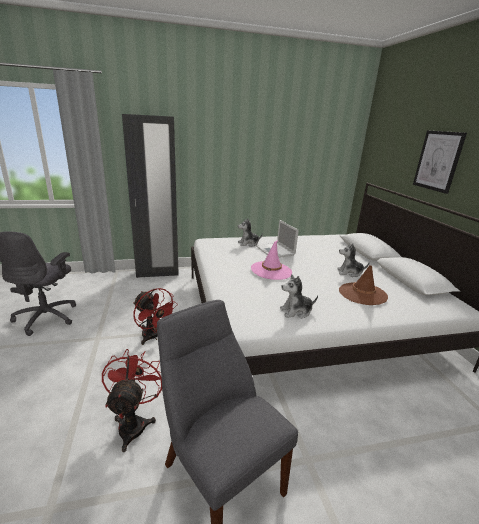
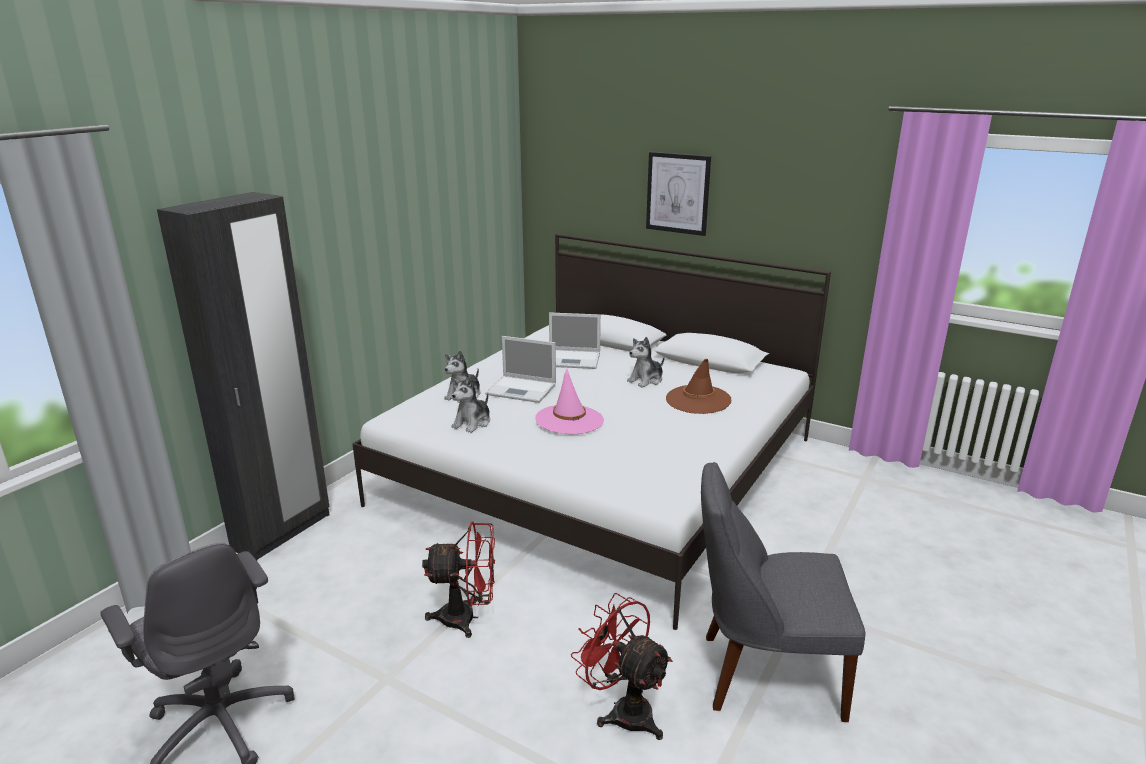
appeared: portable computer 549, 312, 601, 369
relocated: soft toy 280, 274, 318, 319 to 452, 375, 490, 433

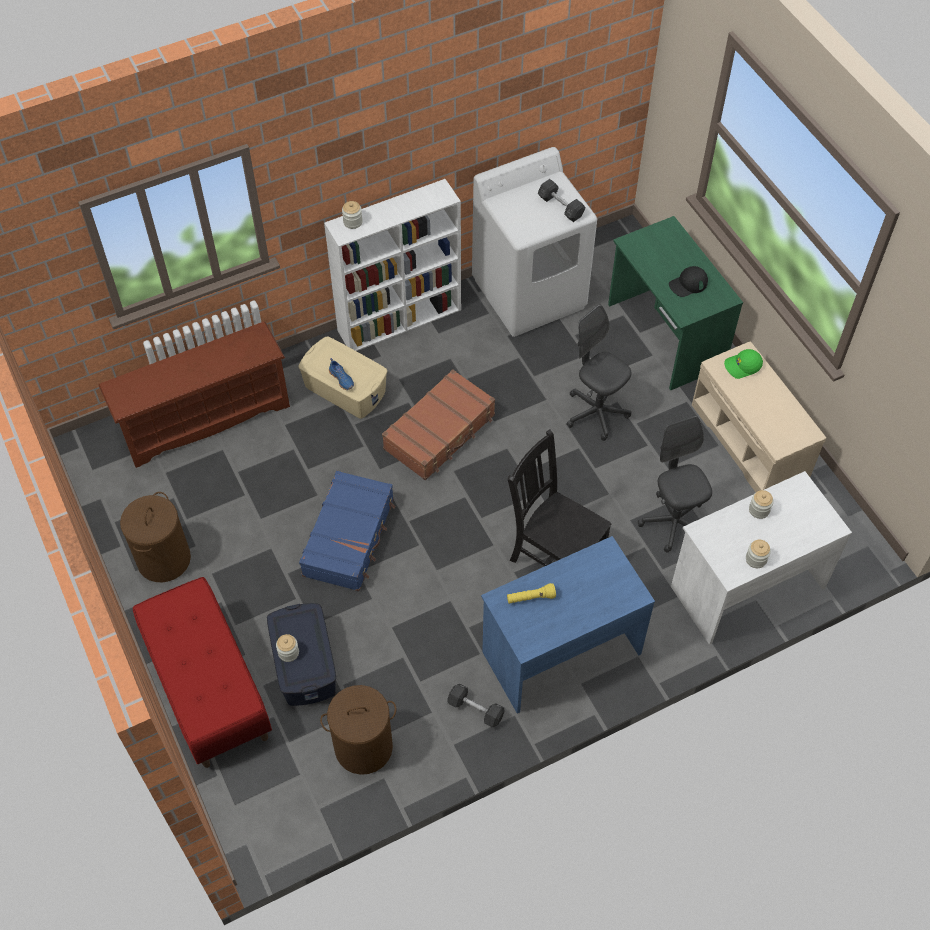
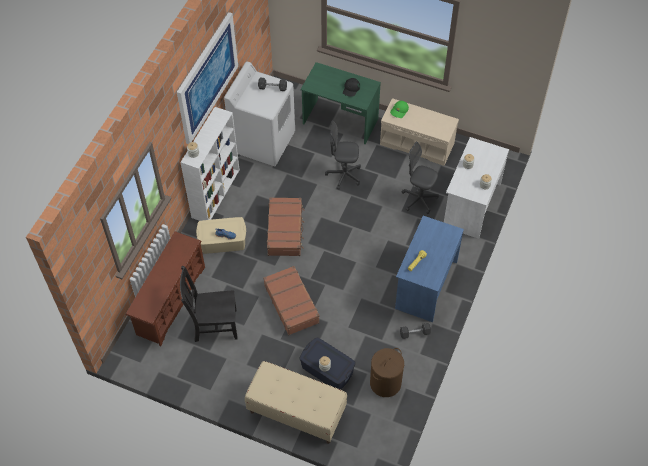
missing: hamper/brown 120, 492, 191, 582
appeared: picture 177, 12, 238, 144
relocated: plain chair/black 508, 429, 612, 566 to 180, 266, 238, 342
colour: piece of luggage/blue 299, 471, 395, 591 to piece of luggage/brown 263, 266, 320, 336; indoor bench/reddish 133, 577, 272, 768 to indoor bench/beige 245, 361, 347, 444

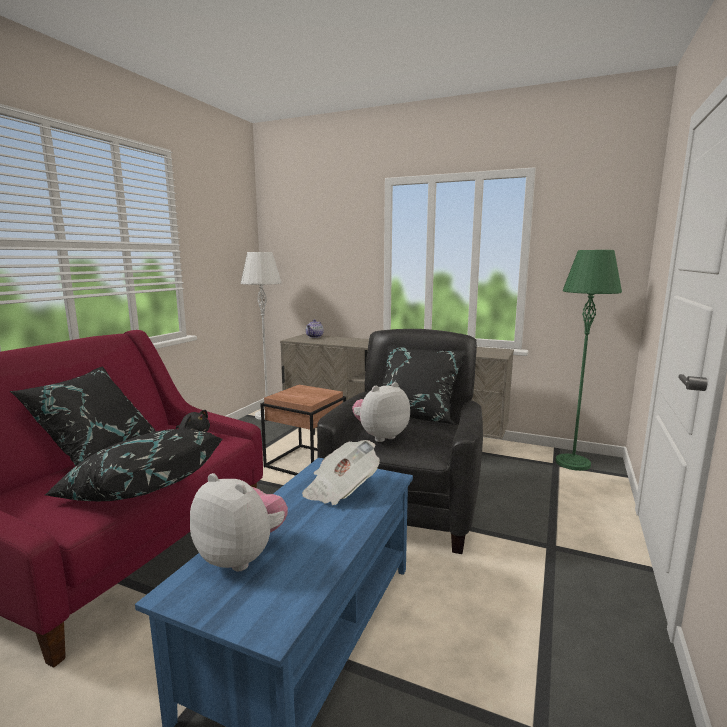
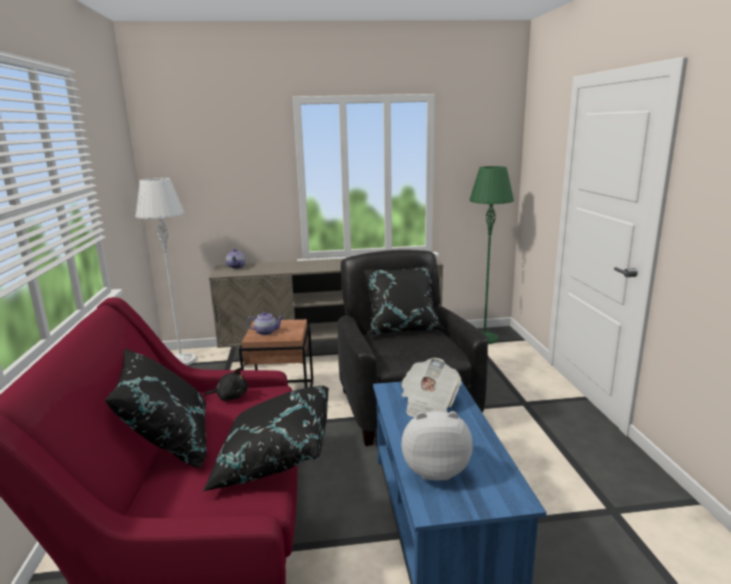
missing: soft toy 352, 382, 410, 442
appeared: teapot 246, 312, 284, 335

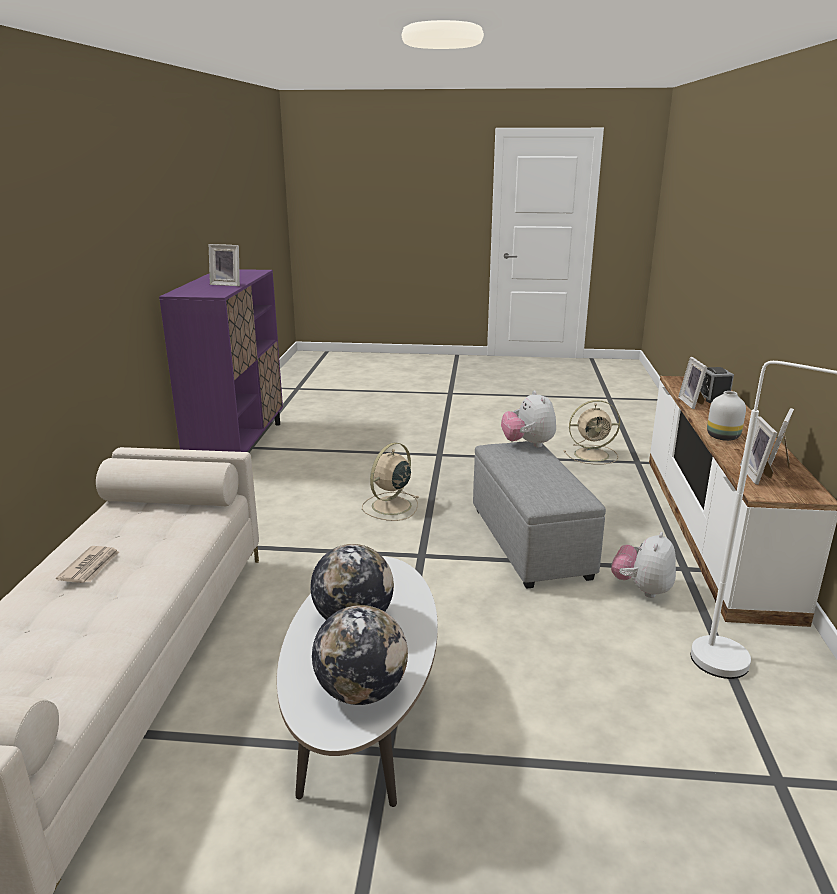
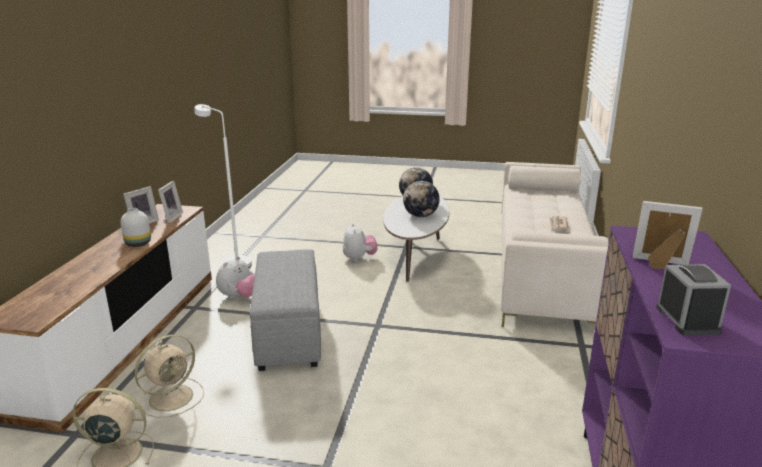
missing: picture frame 678, 357, 707, 409
relocated: alarm clock 700, 367, 734, 403 to 656, 264, 731, 336; soft toy 501, 390, 556, 447 to 343, 224, 378, 262; fan/beige 362, 442, 420, 521 to 135, 334, 204, 418

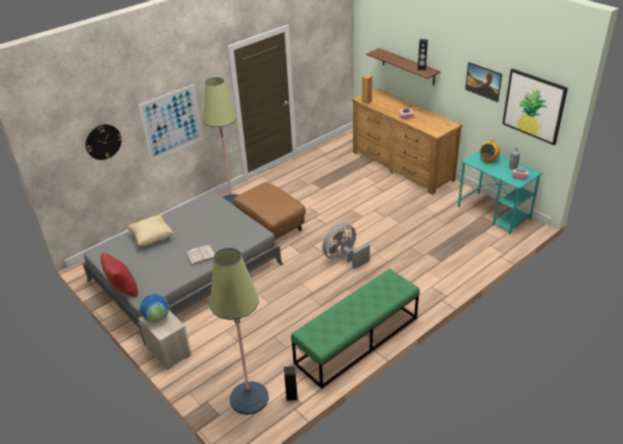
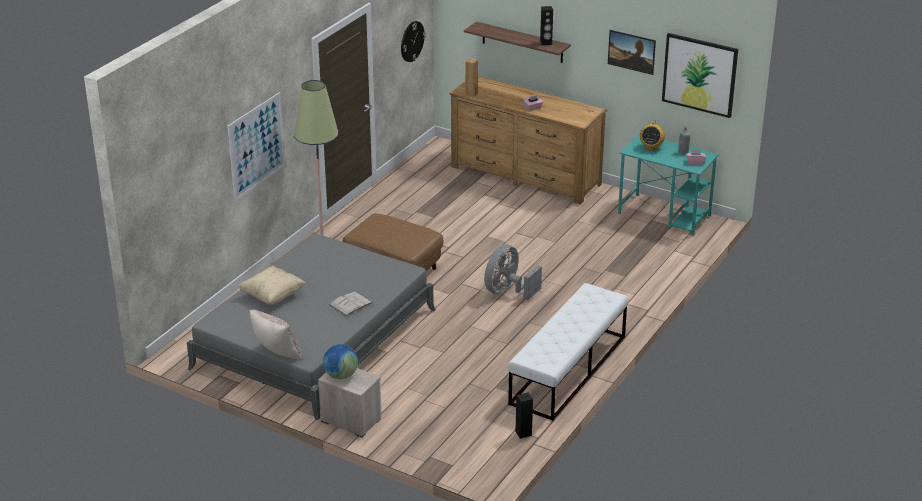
missing: standard lamp 210, 248, 269, 415
relocated: hanging clock 86, 124, 122, 160 to 401, 21, 426, 62
colour: cushion/reddish 101, 253, 138, 297 to cushion/beige 250, 309, 302, 359; indoor bench/greenish 291, 269, 420, 389 to indoor bench/white 508, 283, 628, 421

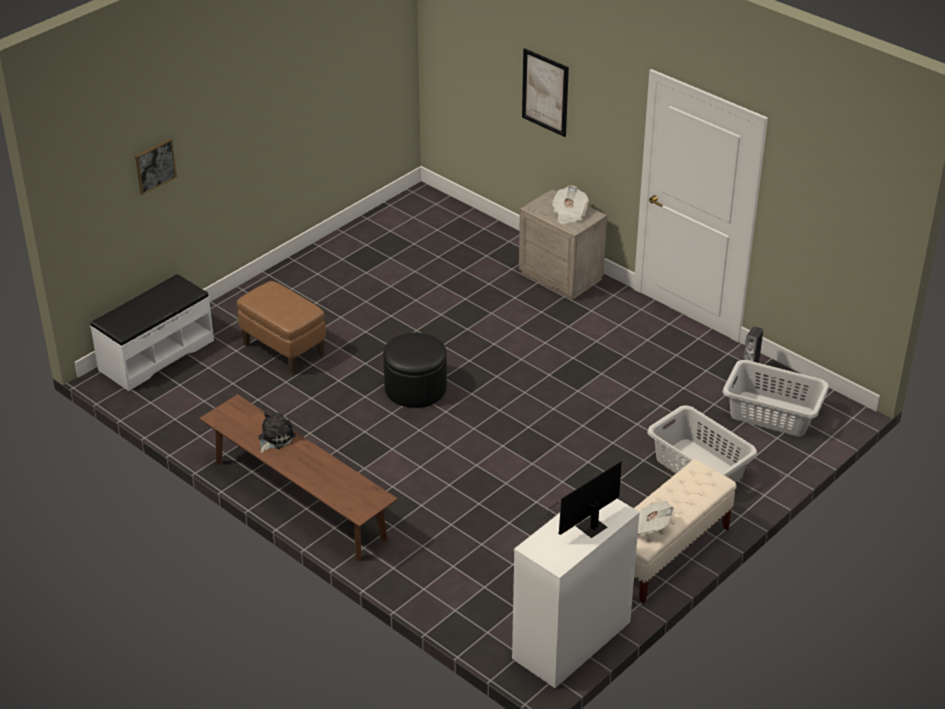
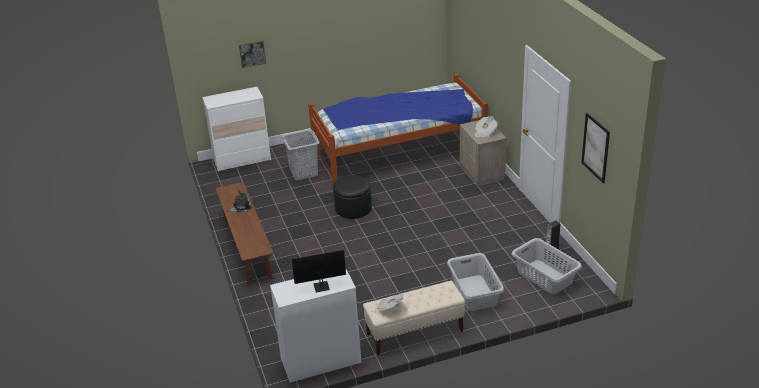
appeared: bedroom bed 308, 74, 488, 184
relocated: picture 522, 48, 569, 137 to 581, 113, 610, 184
exchanged: indoor bench/white 90, 274, 214, 391 to dresser/white 202, 87, 271, 172; footrest/brown 237, 281, 326, 375 to hamper/greyish 281, 129, 320, 181

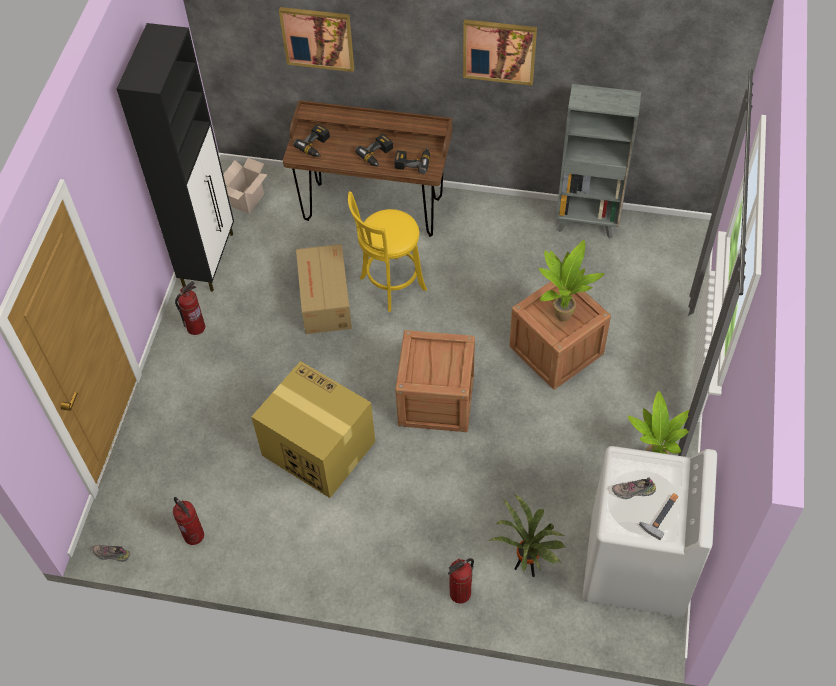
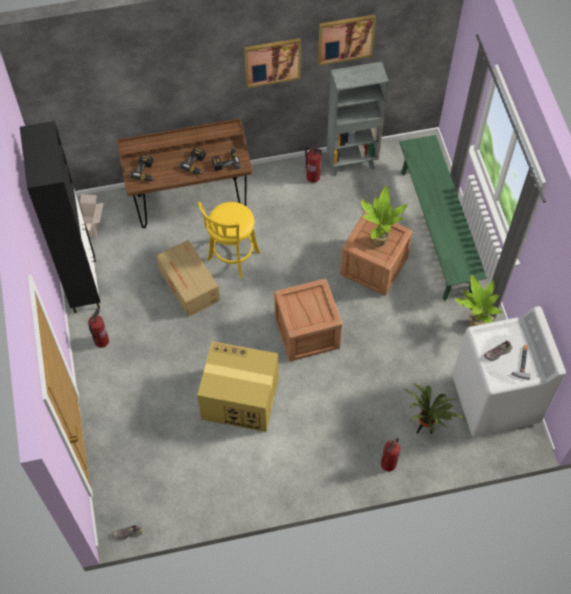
appeared: indoor bench/greenish 399, 135, 487, 301
relocated: picture 279, 7, 354, 72 to 318, 14, 376, 65; fire extinguisher 173, 497, 204, 545 to 305, 146, 323, 183

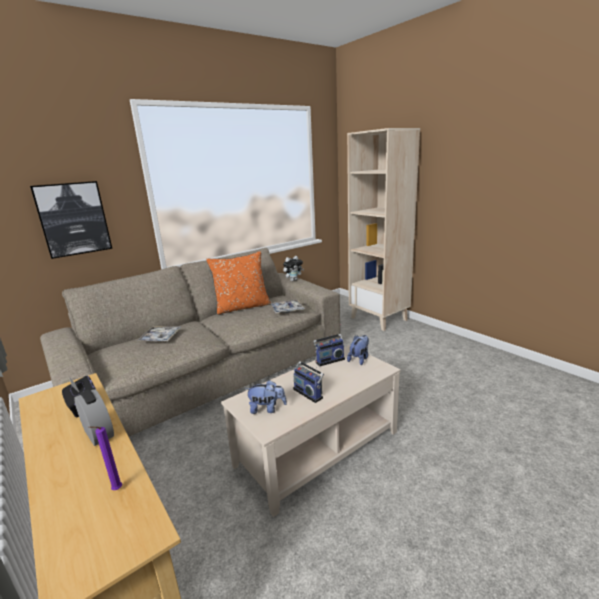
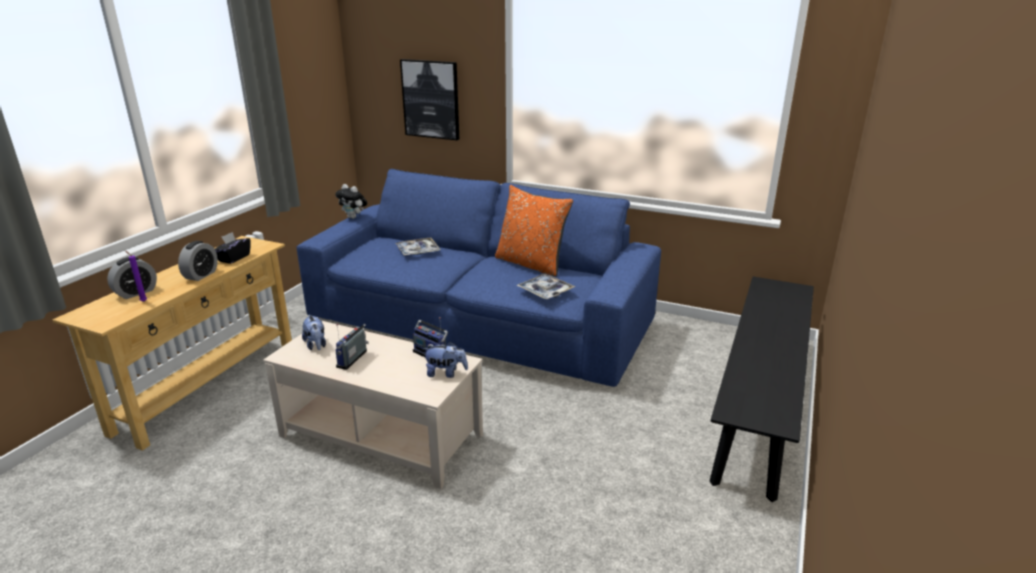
appeared: alarm clock 107, 257, 157, 299
relocated: soft toy 283, 256, 304, 281 to 335, 184, 367, 219
exchanged: bookshelf/beige 347, 128, 420, 331 to indoor bench/black 710, 277, 814, 502
colour: sofa/beige 40, 248, 340, 437 to sofa/blue 297, 169, 661, 387

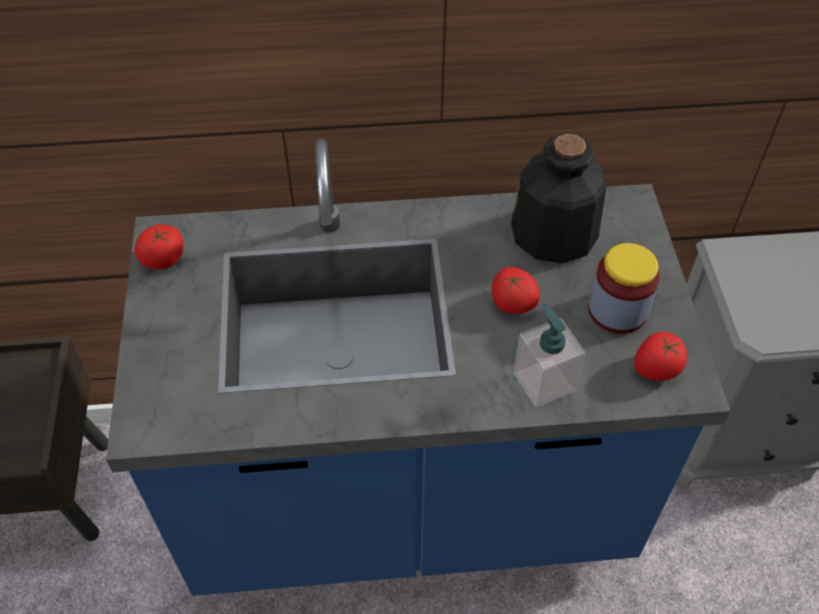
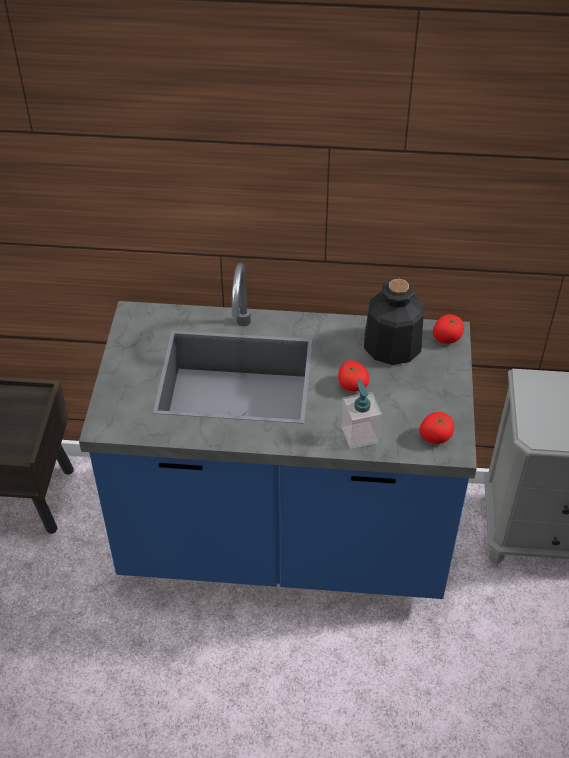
missing: jar 588, 243, 660, 334
relocated: tomato 135, 224, 183, 270 to 433, 314, 464, 344

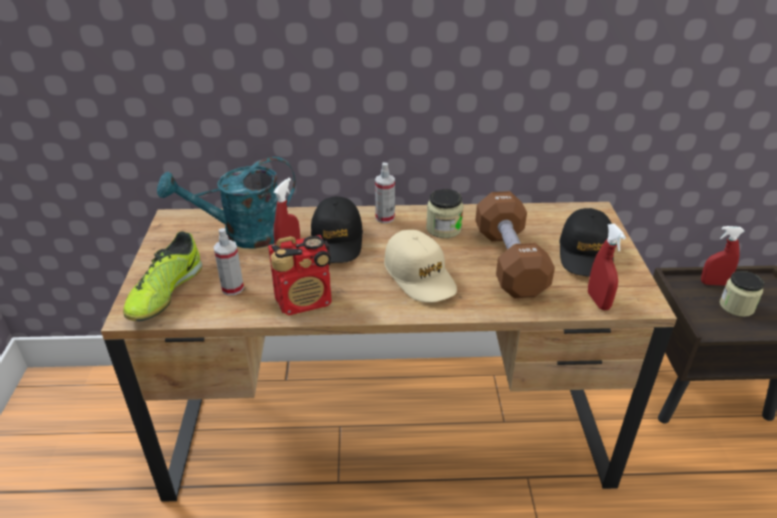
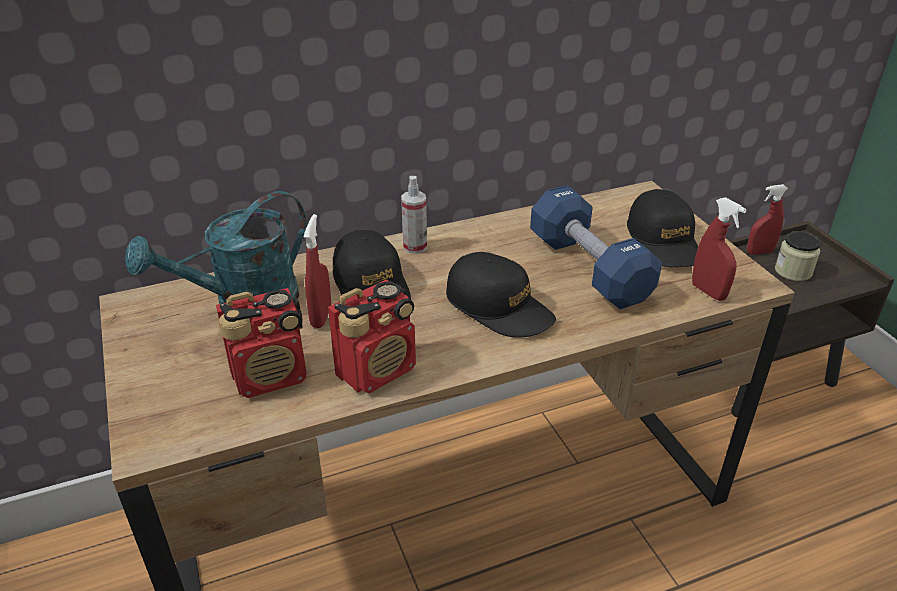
missing: jar 426, 189, 463, 238; item of footwear 123, 231, 202, 321
exchanged: sprayer 213, 228, 244, 295 to radio set 216, 288, 307, 398
colour: hand weight/brown 475, 191, 555, 298 to hand weight/blue 530, 185, 662, 309; cap/beige 384, 230, 457, 302 to cap/black 446, 252, 556, 338

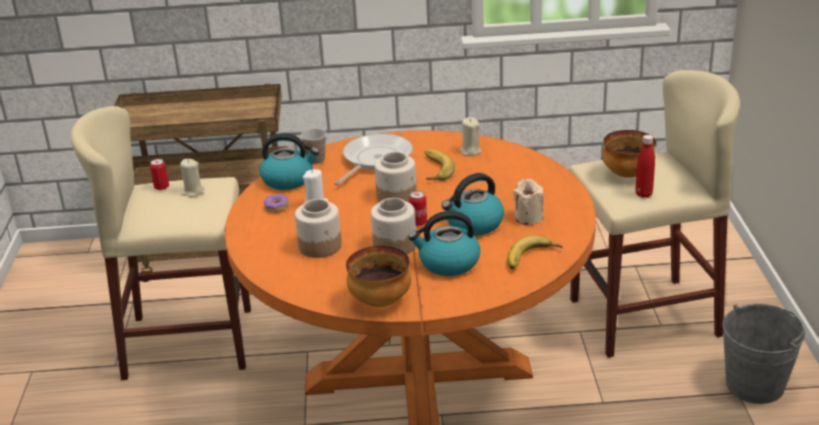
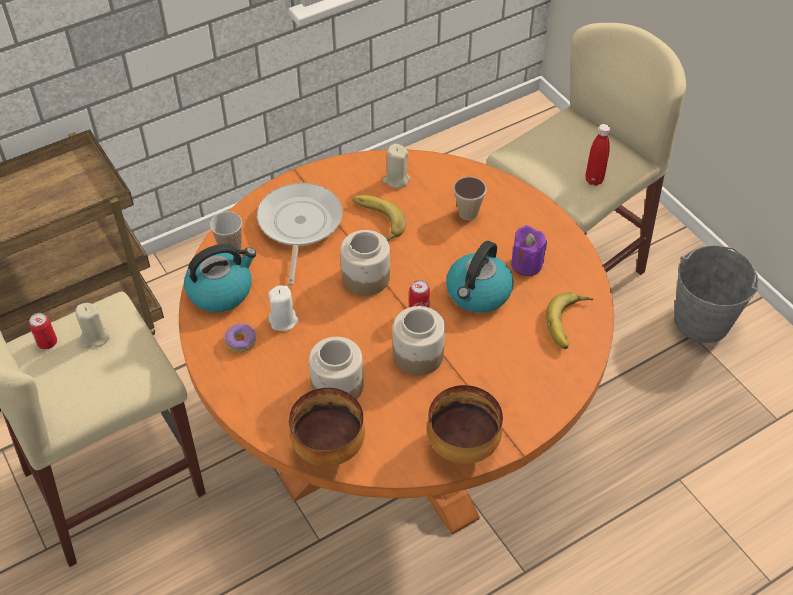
missing: tea kettle 408, 211, 480, 276
appeared: small cup 453, 177, 487, 220
relocated: serving bowl 602, 130, 656, 178 to 289, 388, 365, 466
colour: candle/beige 513, 179, 544, 225 to candle/purple-coloured 511, 225, 547, 276

